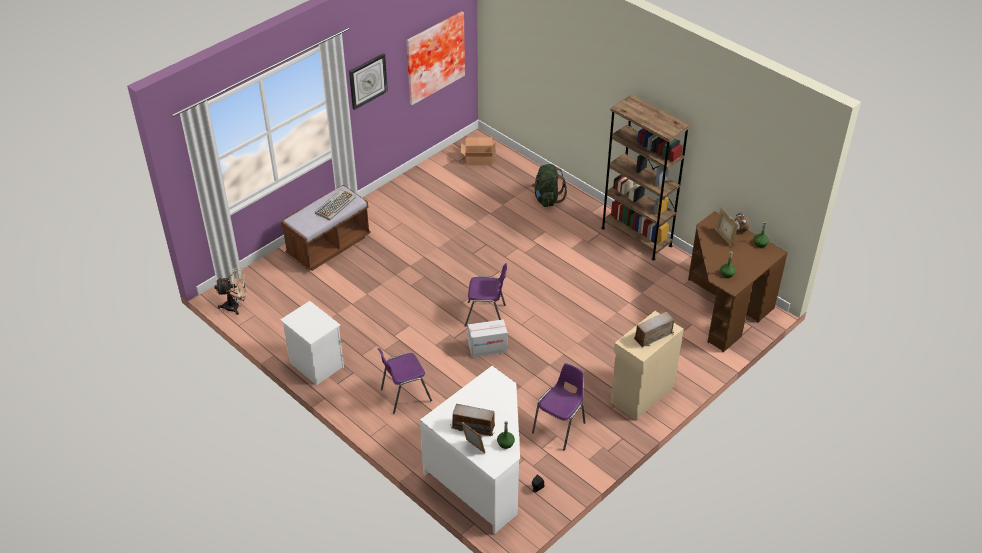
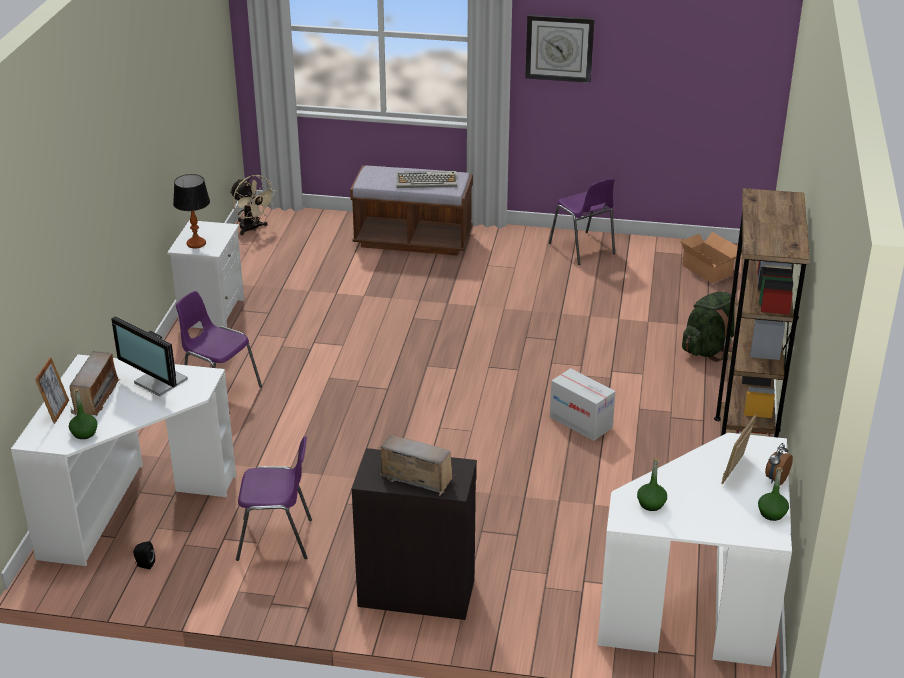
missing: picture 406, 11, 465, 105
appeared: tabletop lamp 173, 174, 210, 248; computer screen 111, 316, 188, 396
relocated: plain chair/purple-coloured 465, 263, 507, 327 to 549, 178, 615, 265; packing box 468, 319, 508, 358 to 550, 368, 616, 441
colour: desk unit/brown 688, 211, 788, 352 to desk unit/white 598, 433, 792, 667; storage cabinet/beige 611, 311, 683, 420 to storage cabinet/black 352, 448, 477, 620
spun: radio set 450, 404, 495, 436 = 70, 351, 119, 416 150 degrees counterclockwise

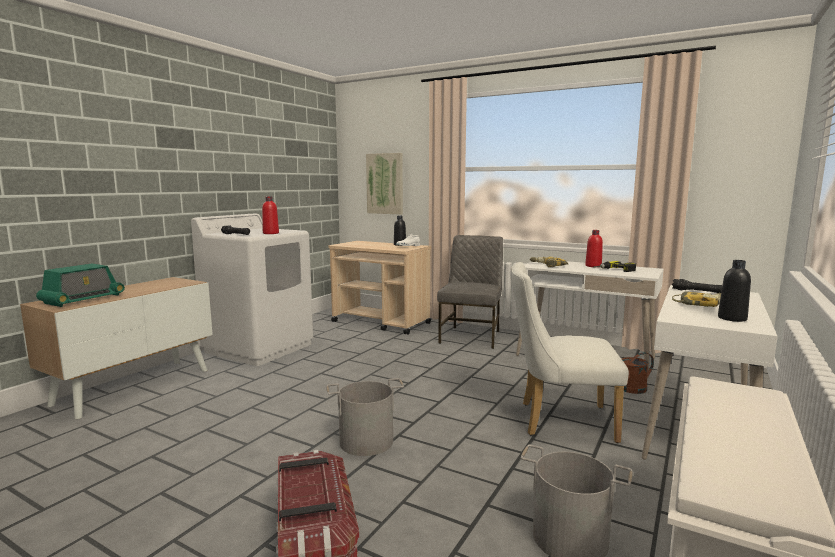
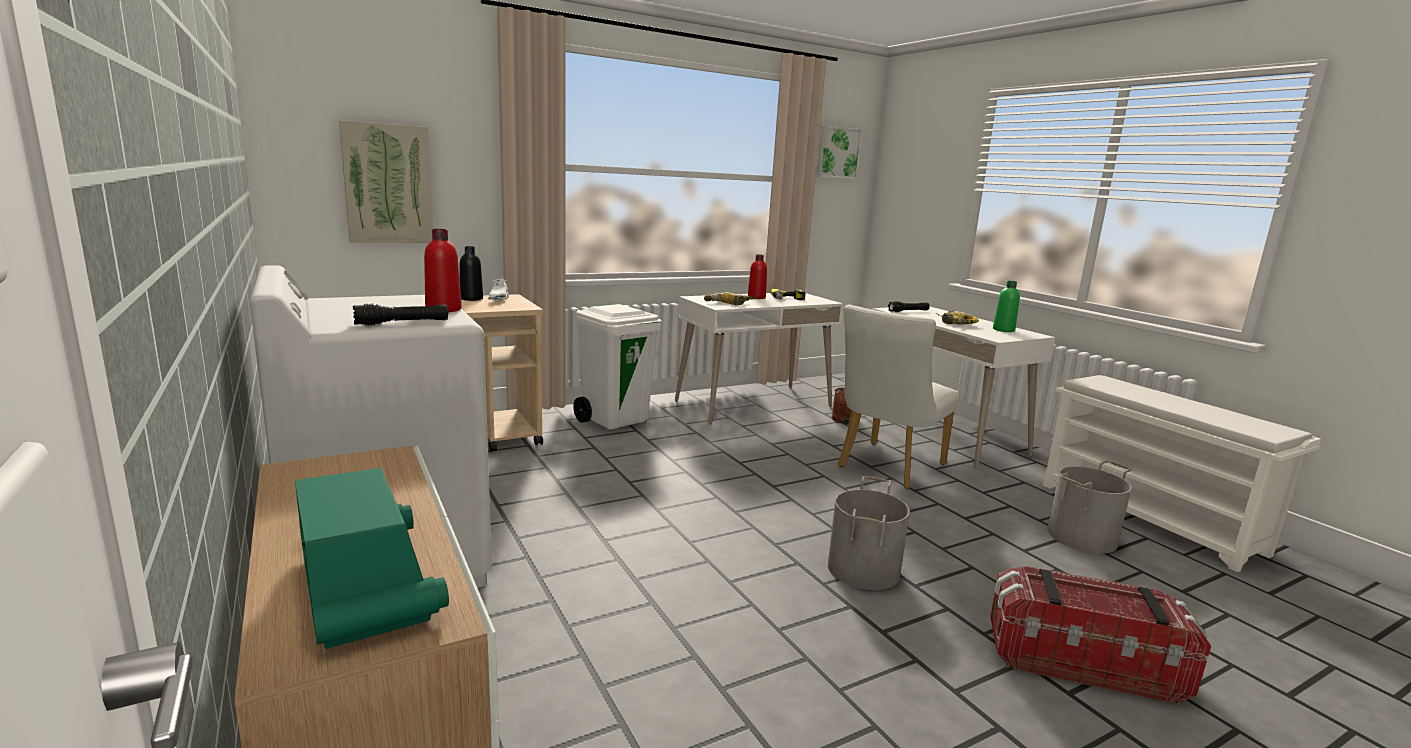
appeared: picture 816, 126, 862, 179
exchanged: plain chair/greyish 437, 235, 503, 349 to waste bin/white 573, 304, 662, 430
colour: beverage bottle/black 718, 260, 751, 322 to beverage bottle/greenish 993, 281, 1020, 332

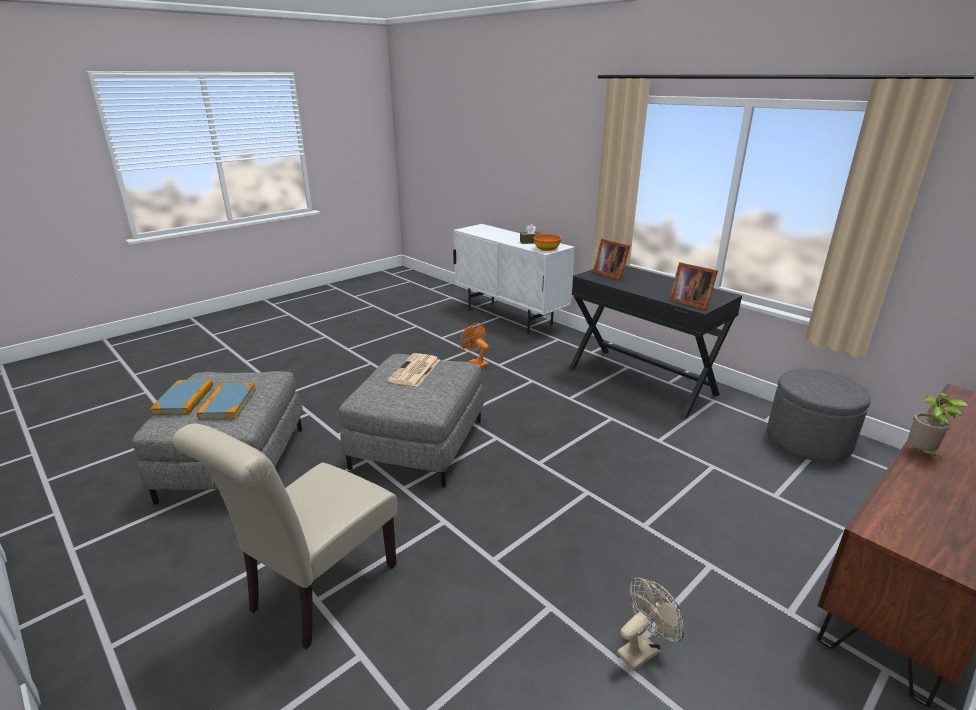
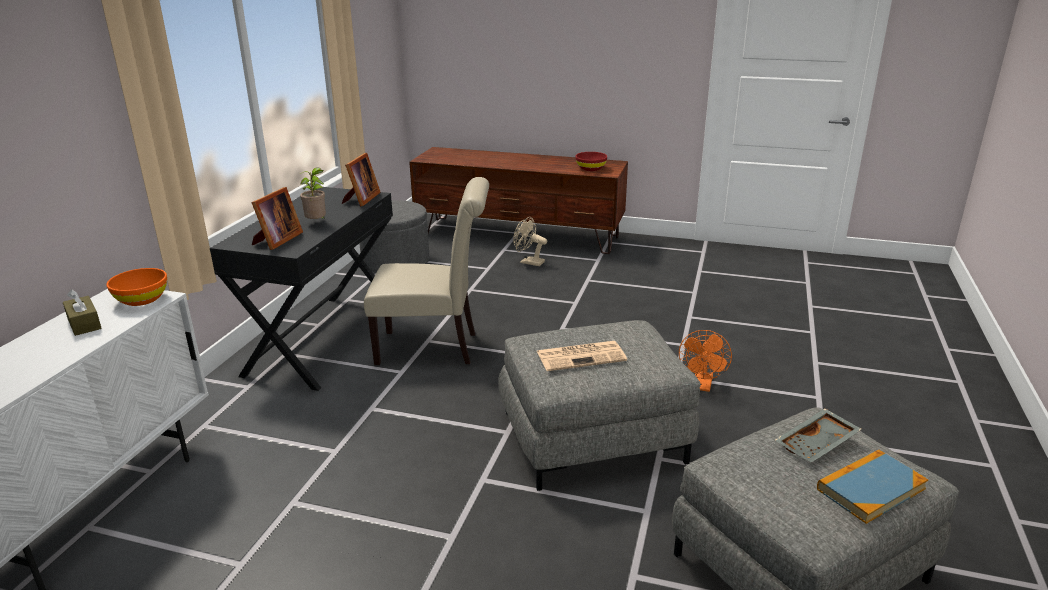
appeared: serving bowl/reddish 575, 152, 607, 171
relocated: fan/orange 460, 323, 489, 368 to 679, 330, 732, 392; potted plant 908, 392, 969, 461 to 300, 168, 326, 219; plain chair/beige 172, 424, 397, 650 to 364, 177, 489, 365; fan/beige 617, 577, 684, 671 to 513, 217, 547, 266
exchanged: volume 197, 383, 256, 420 to serving tray/greyish 775, 408, 862, 463

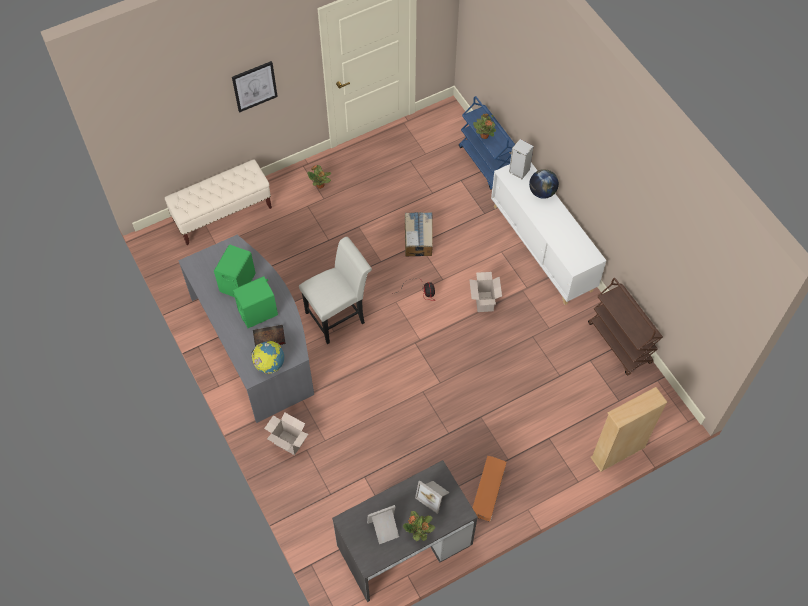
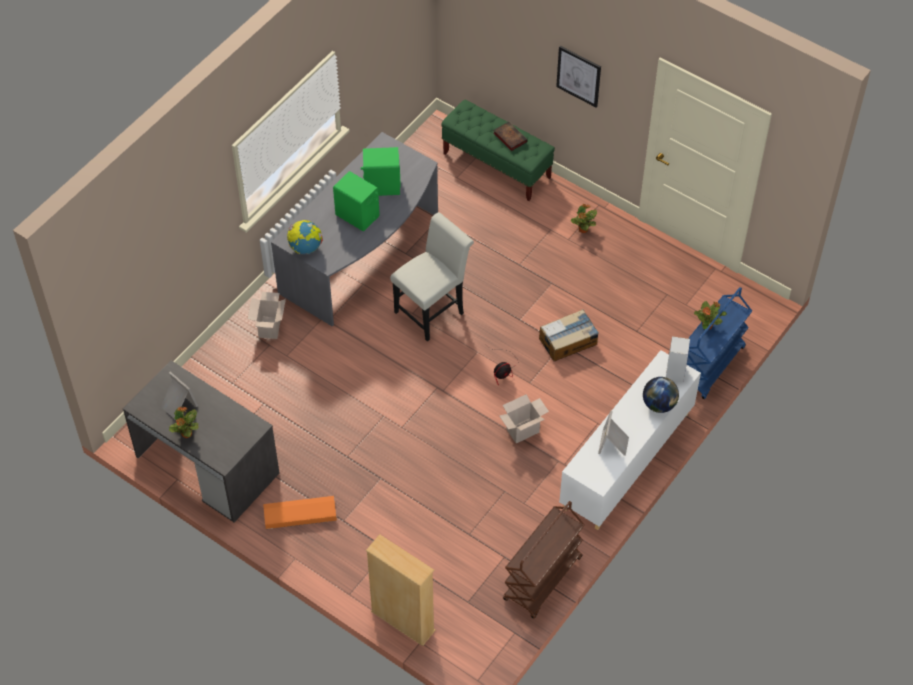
relocated: volume 253, 325, 286, 346 to 493, 122, 528, 151; picture frame 415, 481, 450, 514 to 598, 411, 629, 456
colour: indoor bench/beige 165, 159, 272, 245 to indoor bench/greenish 442, 100, 555, 201
spun: plain chair/white 299, 237, 372, 344 = 390, 212, 474, 342 75 degrees counterclockwise

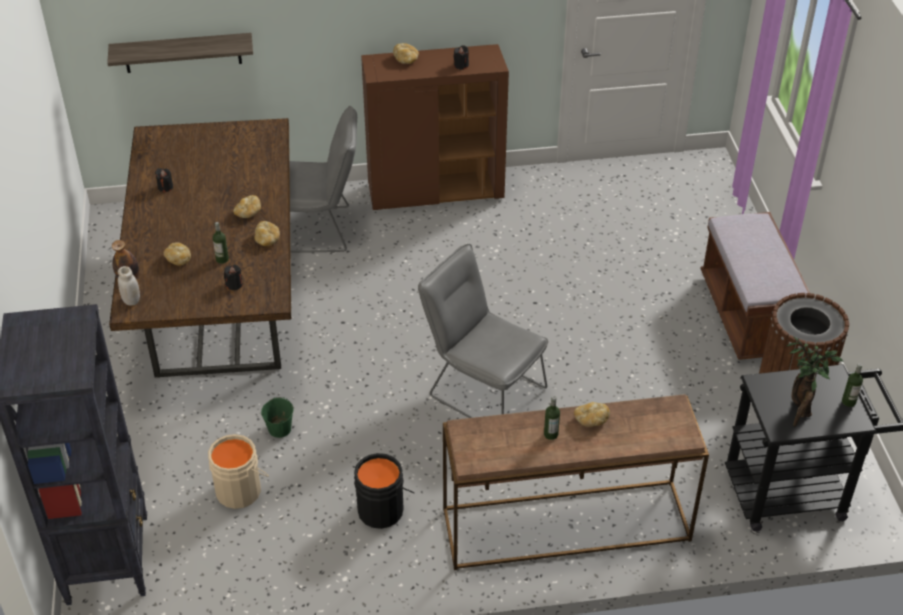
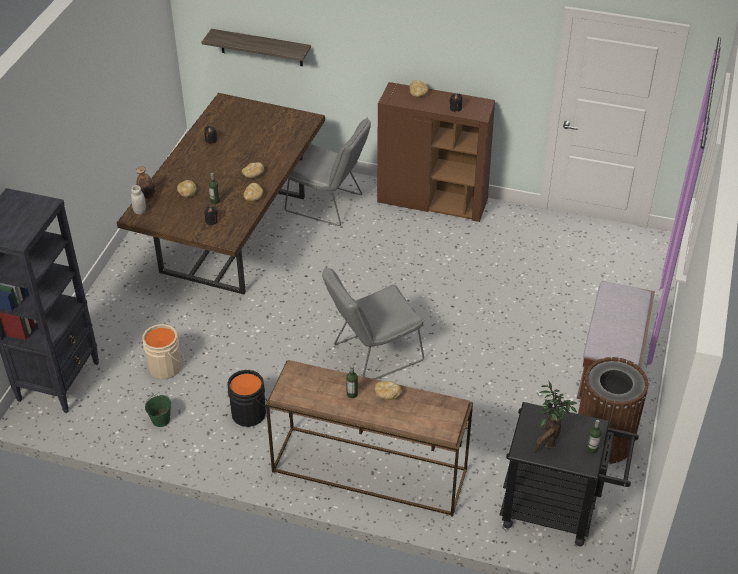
relocated: bucket/greenish 261, 397, 293, 438 to 145, 395, 171, 427
spun: plain chair/greyish 418, 244, 548, 418 = 322, 266, 424, 379 90 degrees counterclockwise

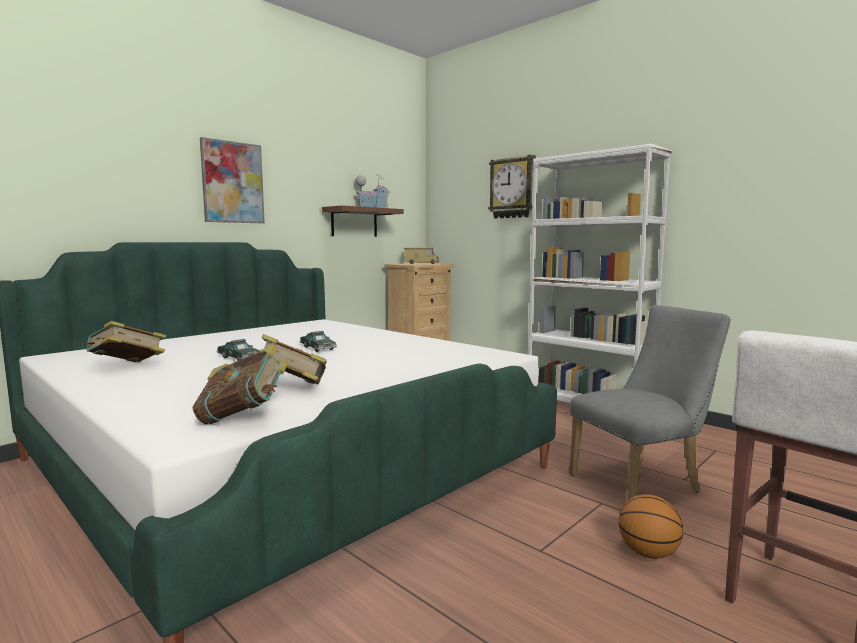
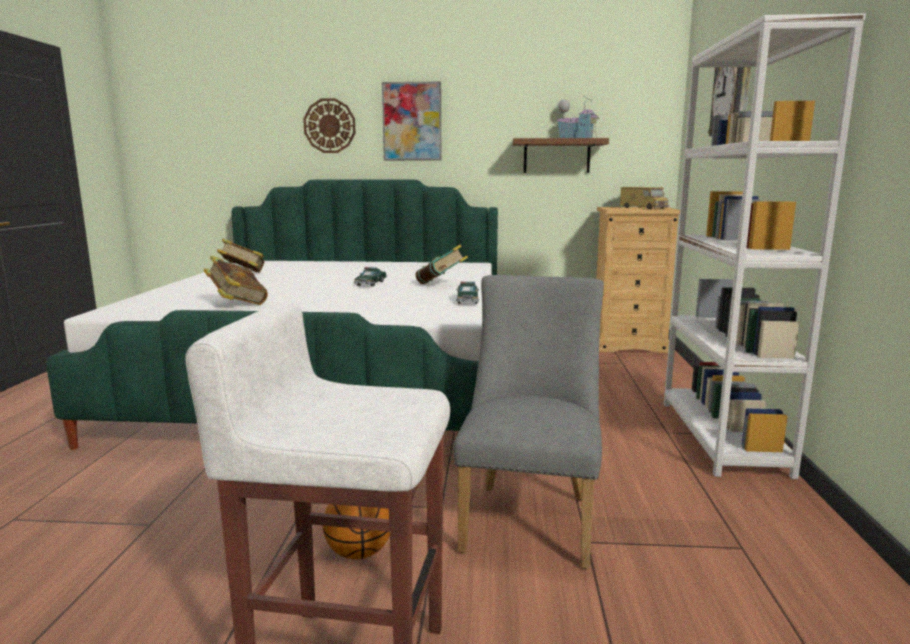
appeared: hanging clock 303, 98, 356, 153
relocated: model car 217, 339, 260, 361 to 456, 282, 479, 304; volume 193, 344, 288, 424 to 415, 244, 468, 284
spun: plain chair/greyish 569, 305, 731, 501 = 454, 275, 604, 569 105 degrees counterclockwise

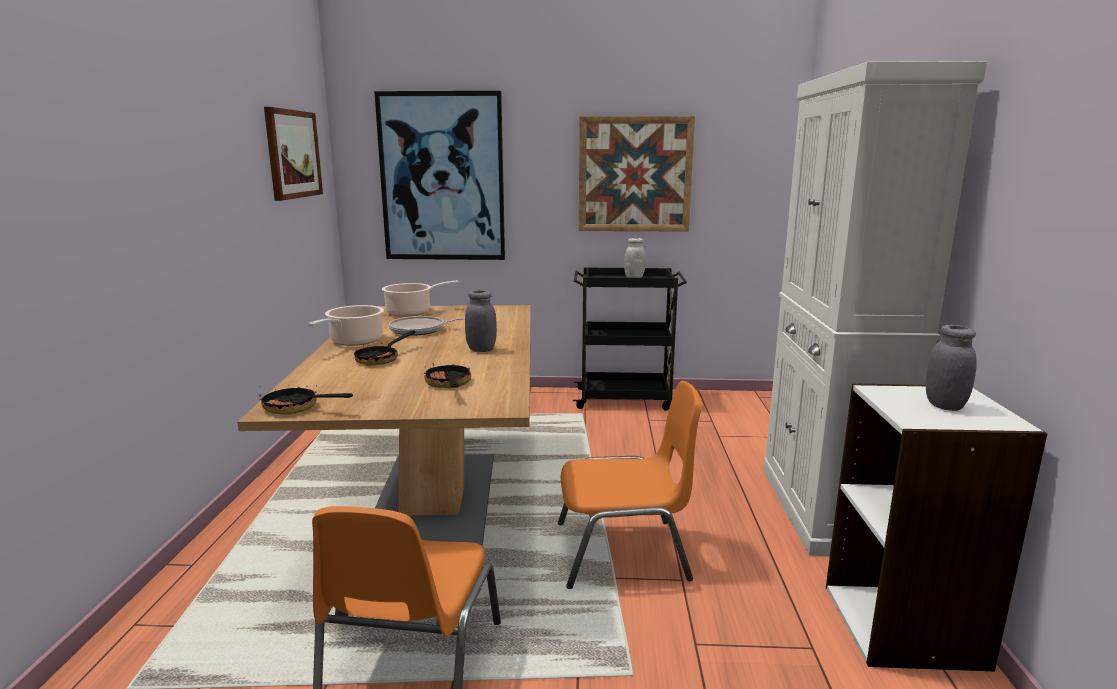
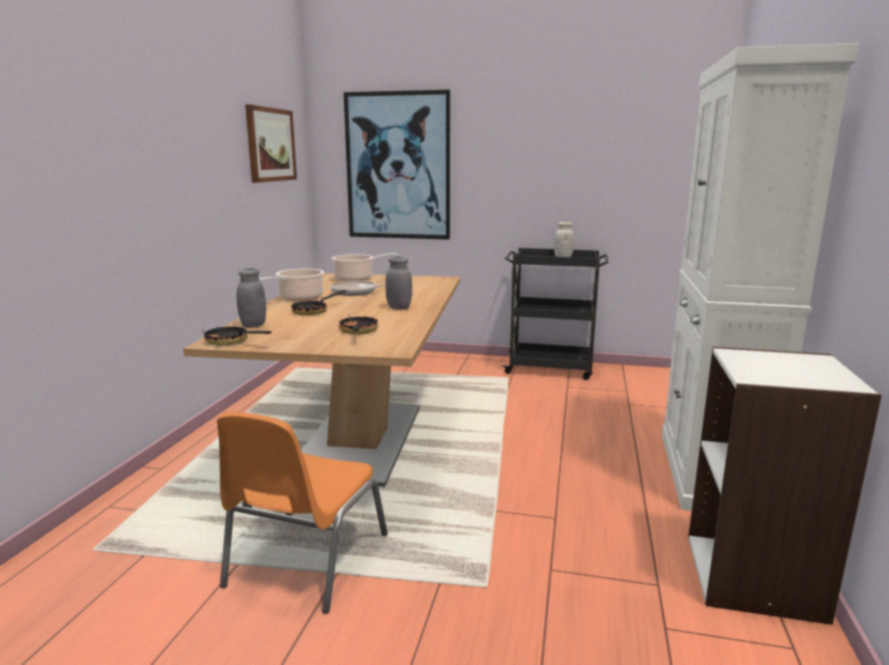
missing: picture 579, 116, 695, 232; plain chair/orange 558, 381, 703, 589
relocated: jar/greyish 925, 325, 977, 411 to 237, 268, 266, 328

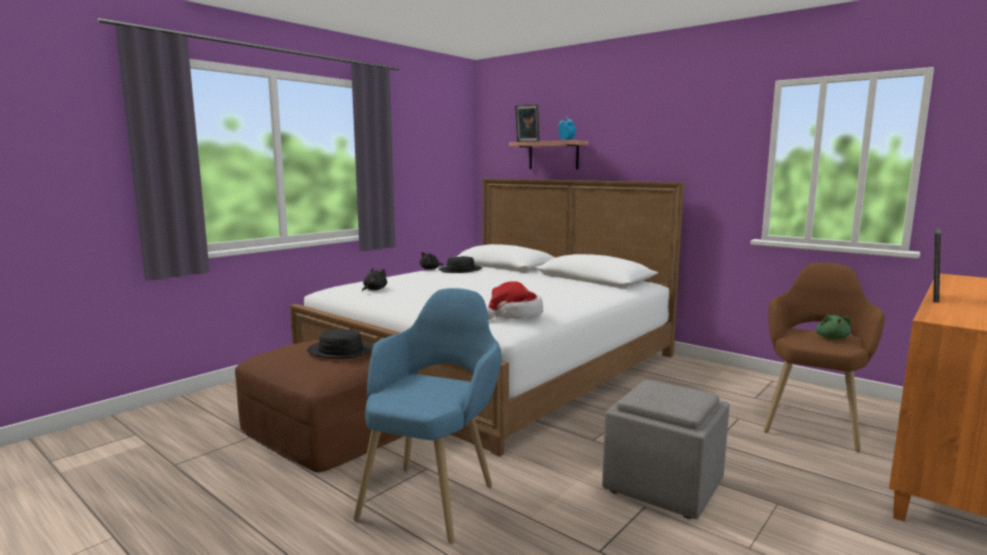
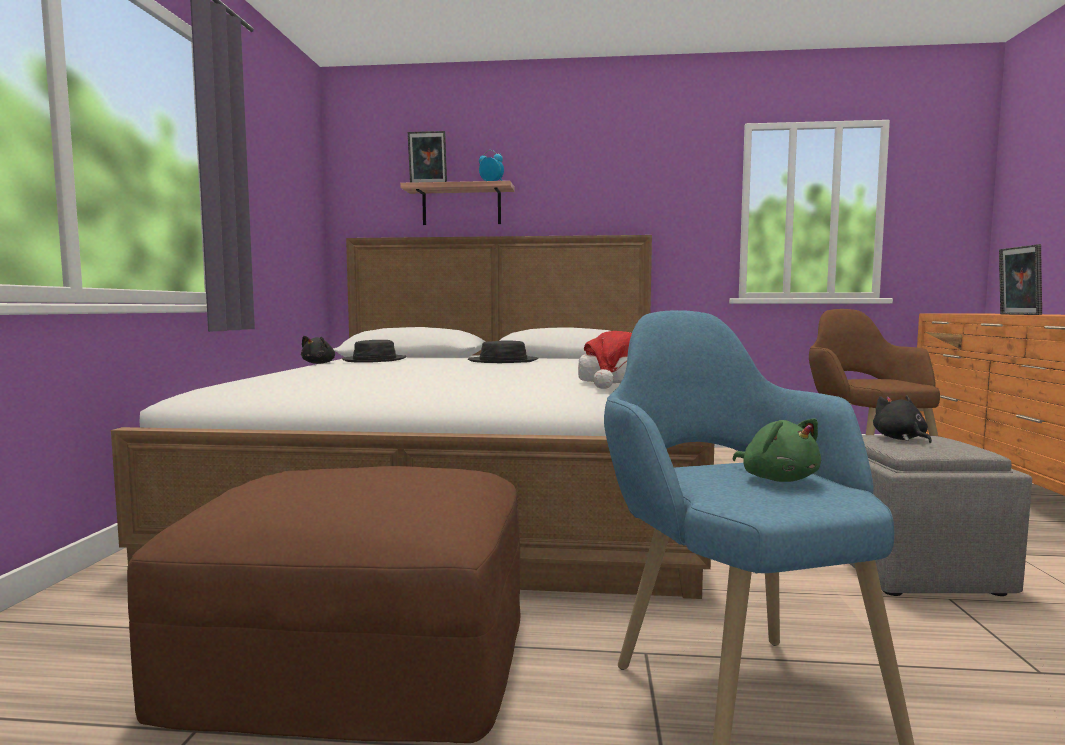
relocated: soft toy/black 362, 268, 387, 292 to 873, 395, 932, 443; soft toy/greenish 816, 315, 851, 339 to 732, 419, 821, 482; clothing hat/black 307, 329, 373, 358 to 468, 340, 539, 363

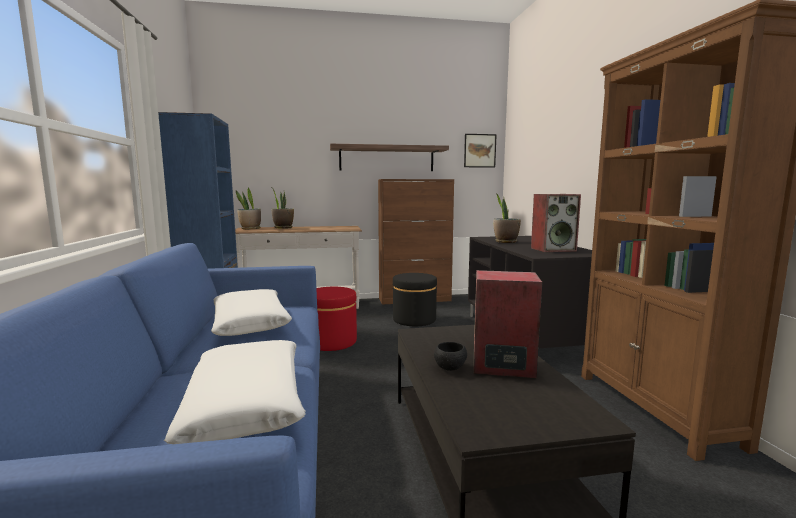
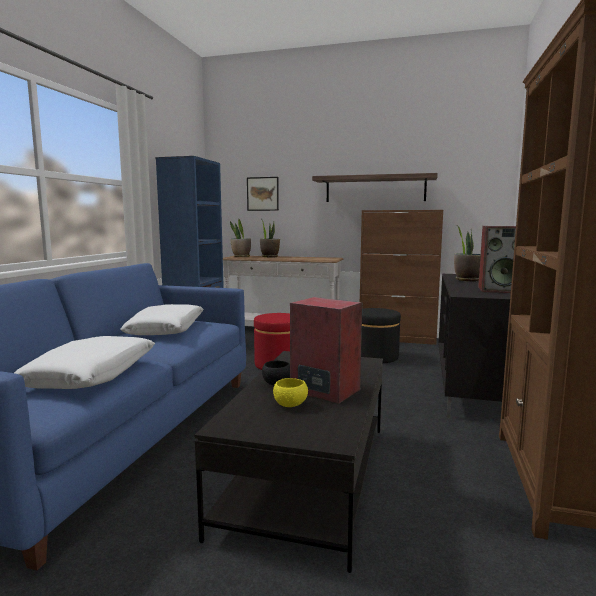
appeared: serving bowl/yellow-coloured 273, 378, 308, 407
relocated: picture 464, 134, 497, 168 to 247, 177, 279, 211

